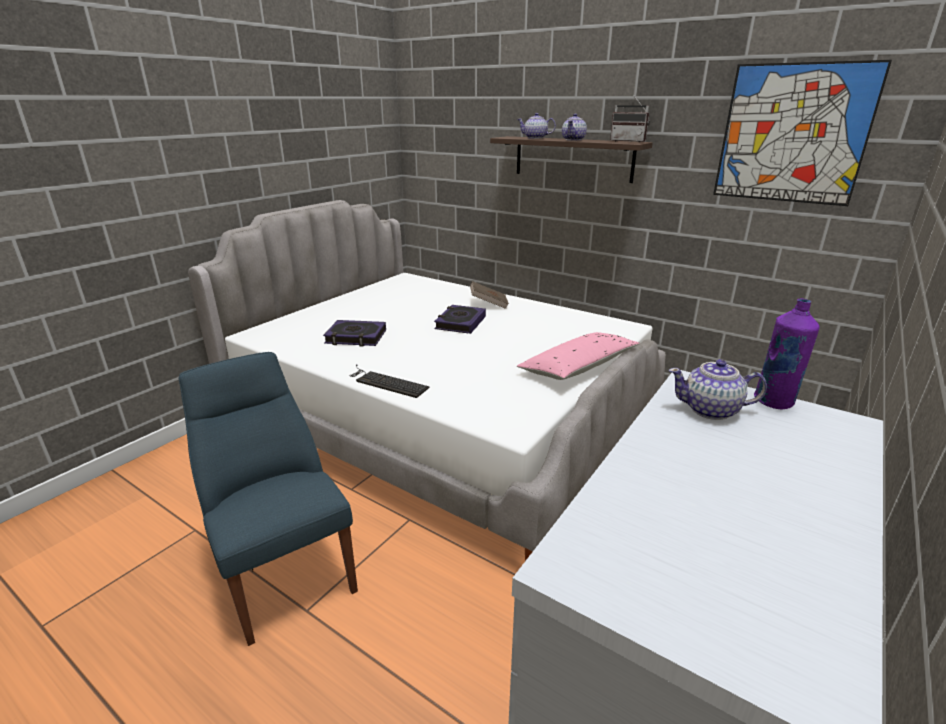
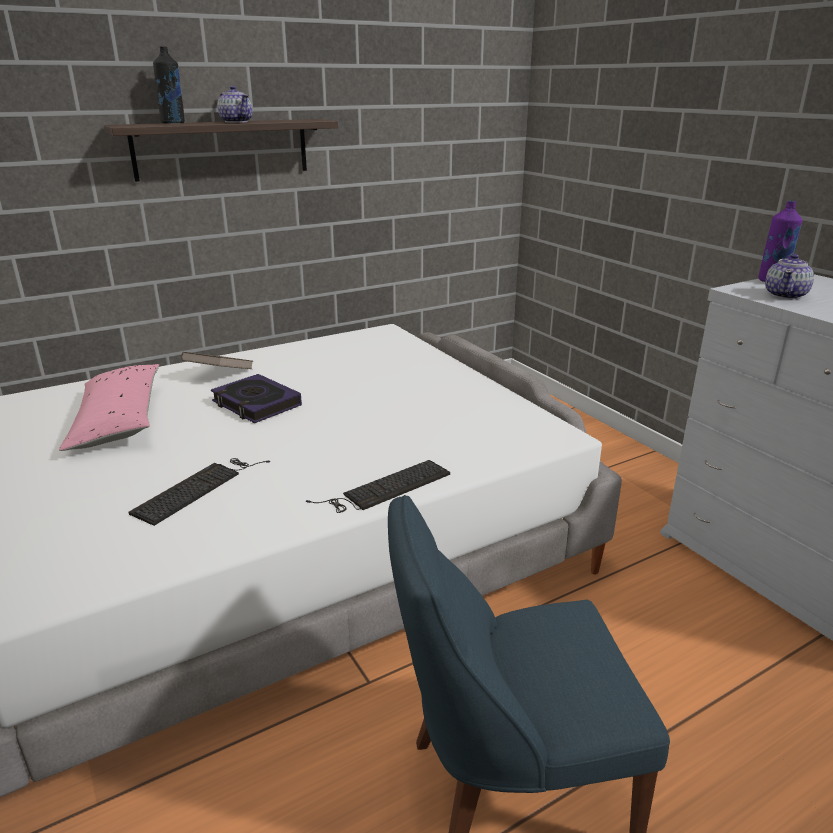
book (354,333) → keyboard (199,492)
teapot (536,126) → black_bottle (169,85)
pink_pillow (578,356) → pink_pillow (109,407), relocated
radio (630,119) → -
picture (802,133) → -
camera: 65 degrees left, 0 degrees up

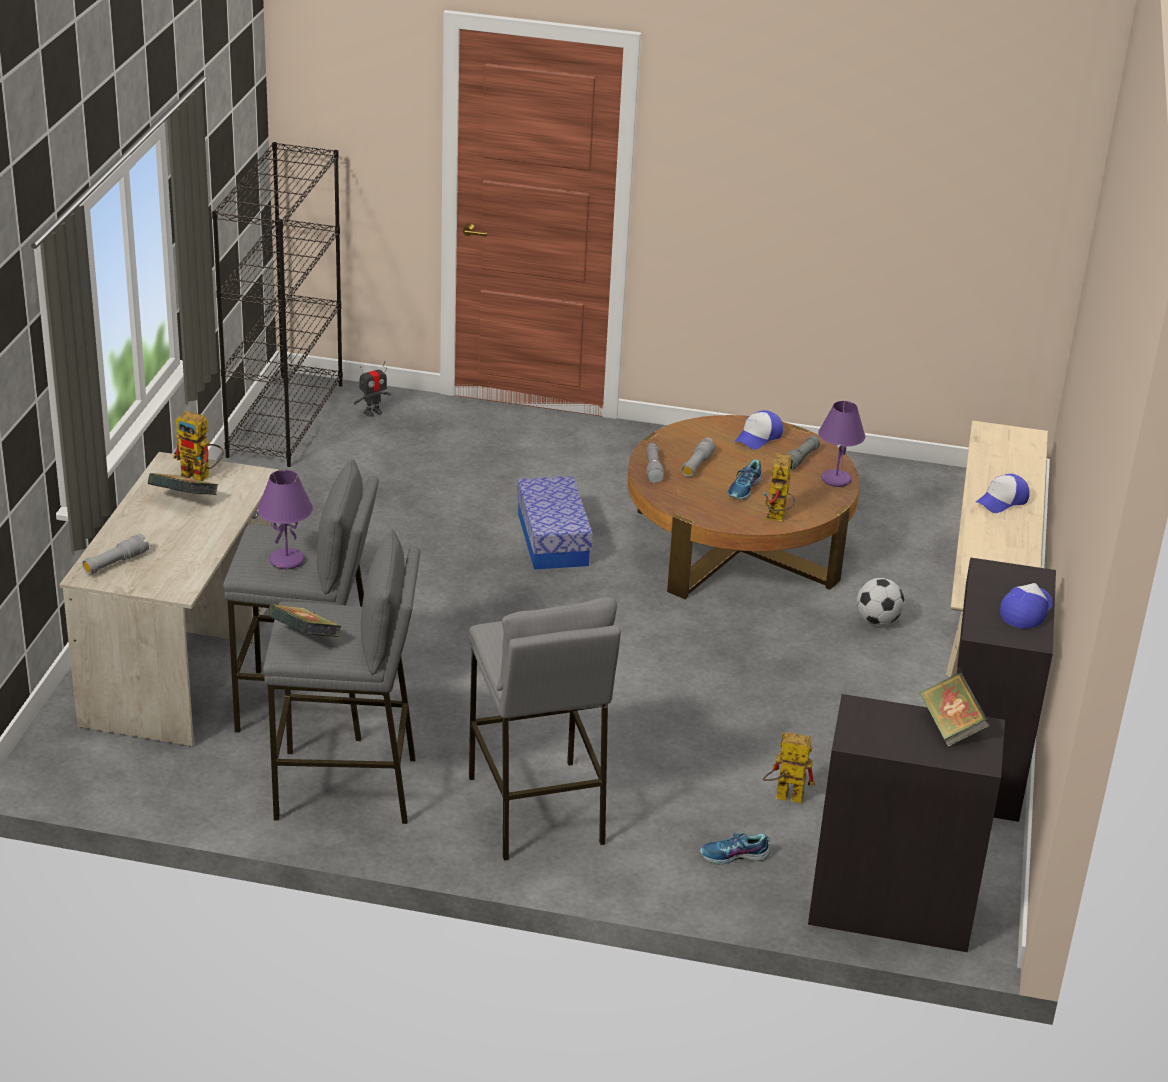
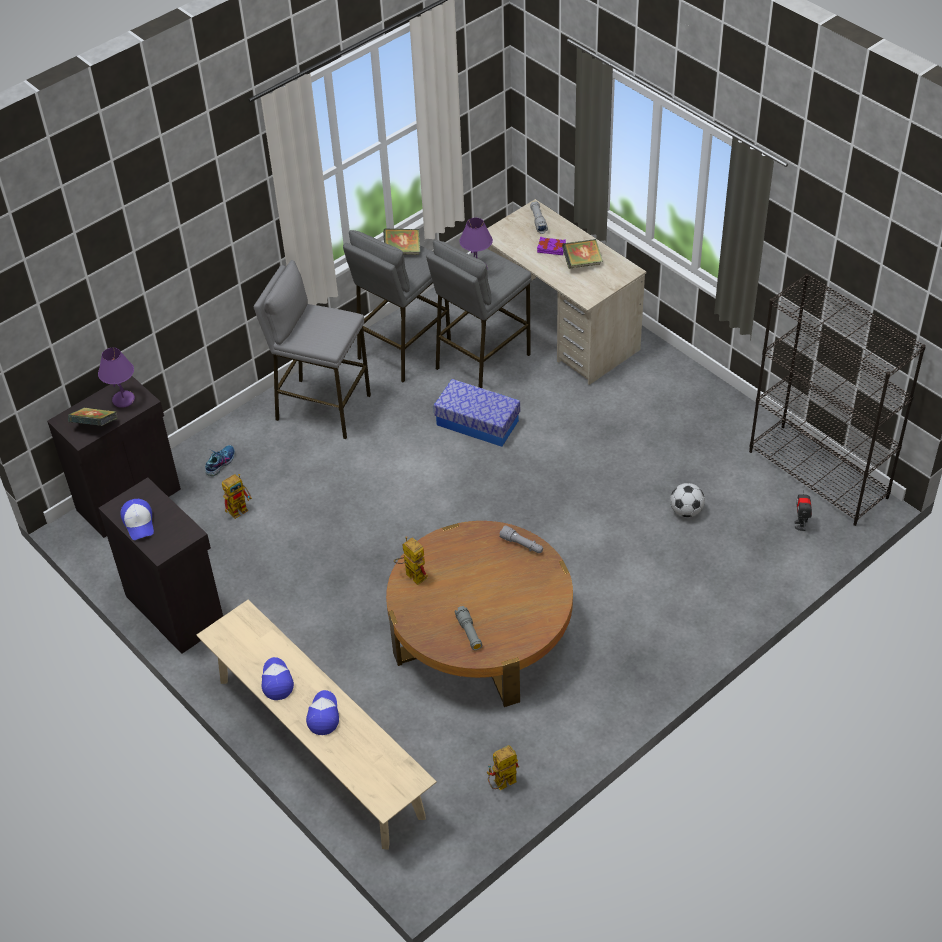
toy_robot (198,446) → toy_robot (503,767), relocated
storage_box (555,523) → storage_box (476,413), relocated
grey_flashlight (698,457) → -
shoe (745,479) → -
cap (759,430) → cap (278,678), relocated
purple_table_lamp (841,444) → purple_table_lamp (116,378), relocated
football (880,601) → football (687,500), relocated
- → purple_book (551,246)
camera: 130 degrees right, 15 degrees up

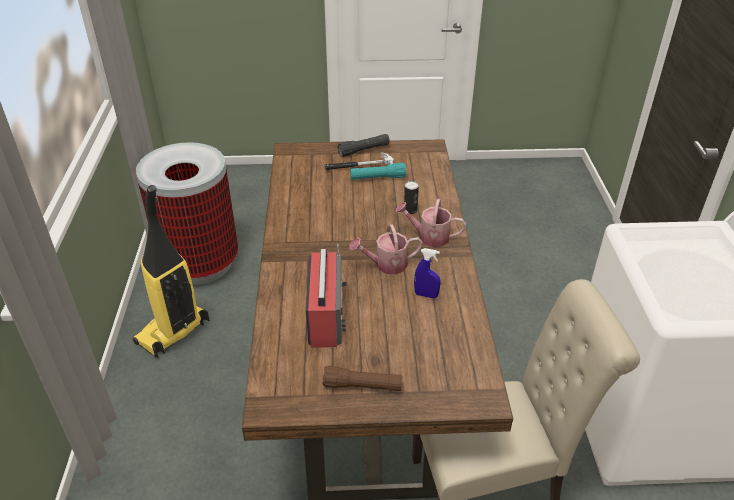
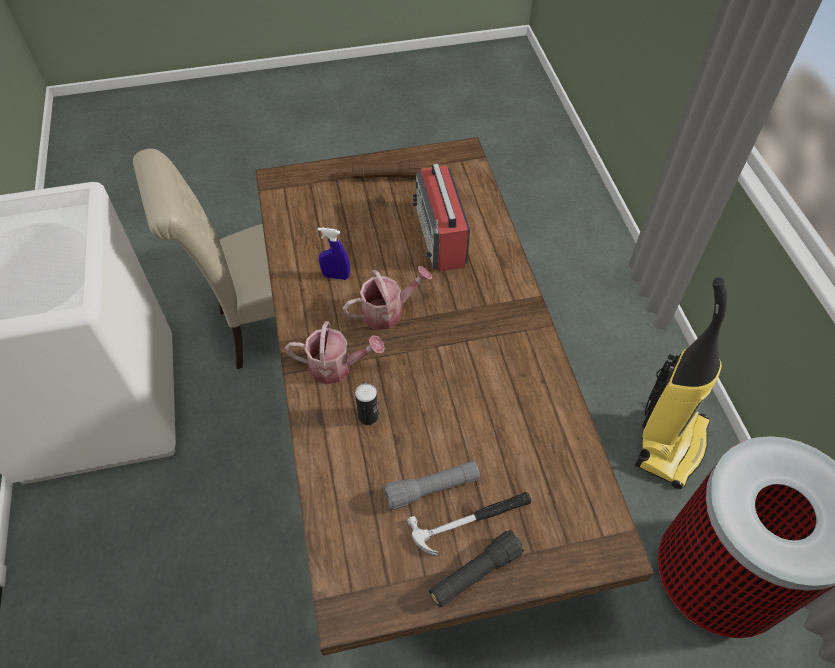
turquoise_flashlight (378,171) → grey_flashlight (431,485)
camera: 170 degrees right, 15 degrees up

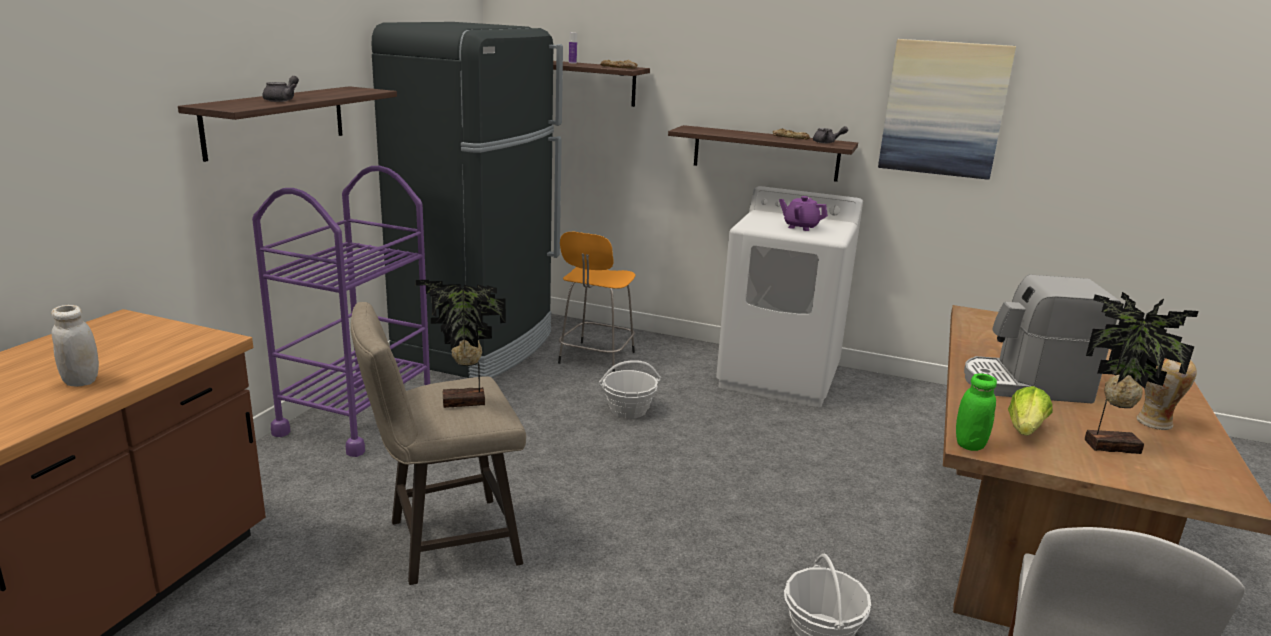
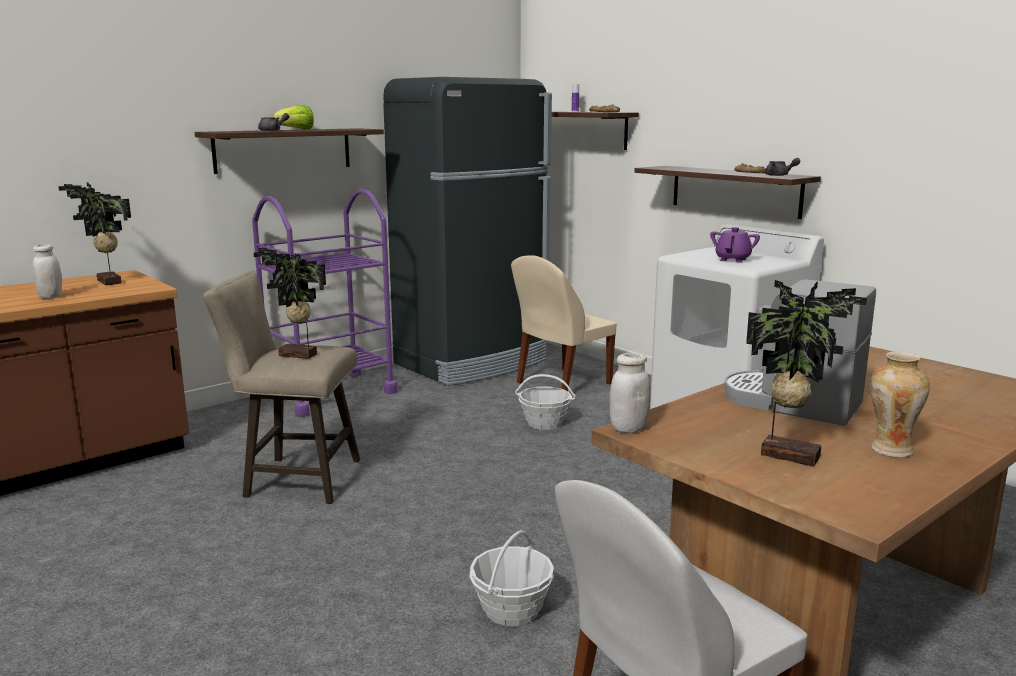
orange_stool (596,302) → beige_chair (563,323)
purple_teapot (803,213) → purple_teapot (735,245), 60 degrees clockwise
picture (947,109) → -
green_jar (976,412) → white_jar (630,393)
lettuce (1030,411) → lettuce (293,117), relocated
- → potted_plant (94,233)
camera: 30 degrees right, 5 degrees down

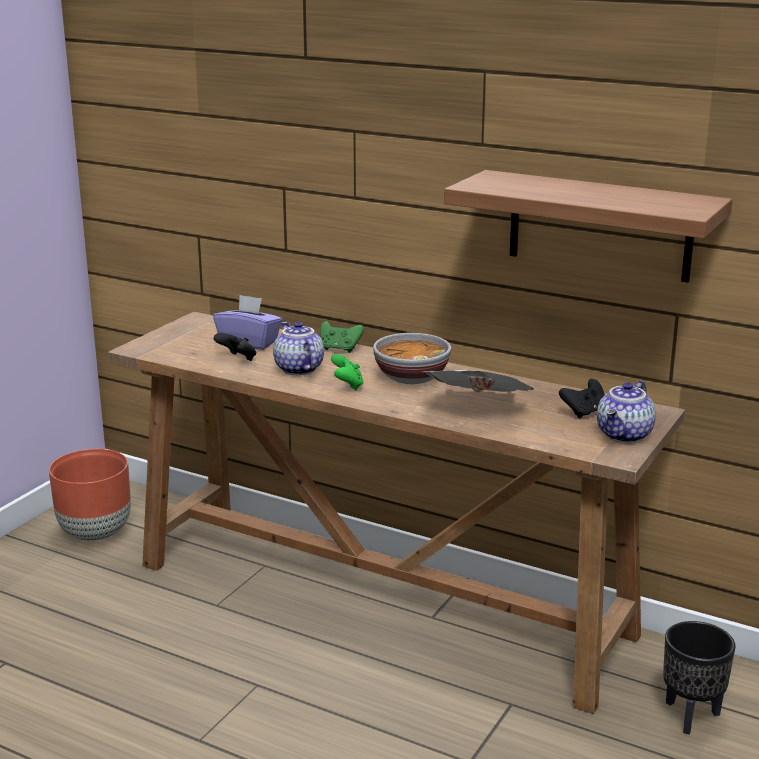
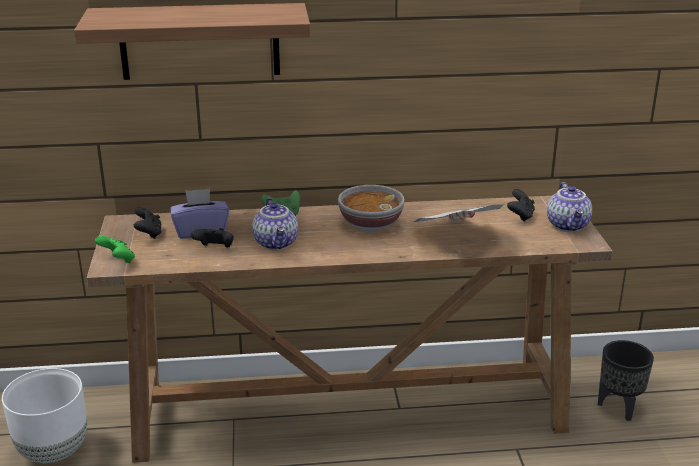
brown_planter (90,495) → white_planter (44,415)
teapot (298,348) → teapot (275,224), 135 degrees counterclockwise
green_game_controller (347,372) → green_game_controller (115,249), relocated
shelf (588,226) → shelf (192,41), relocated
- → black_game_controller (148,223)
camera: 35 degrees left, 5 degrees up

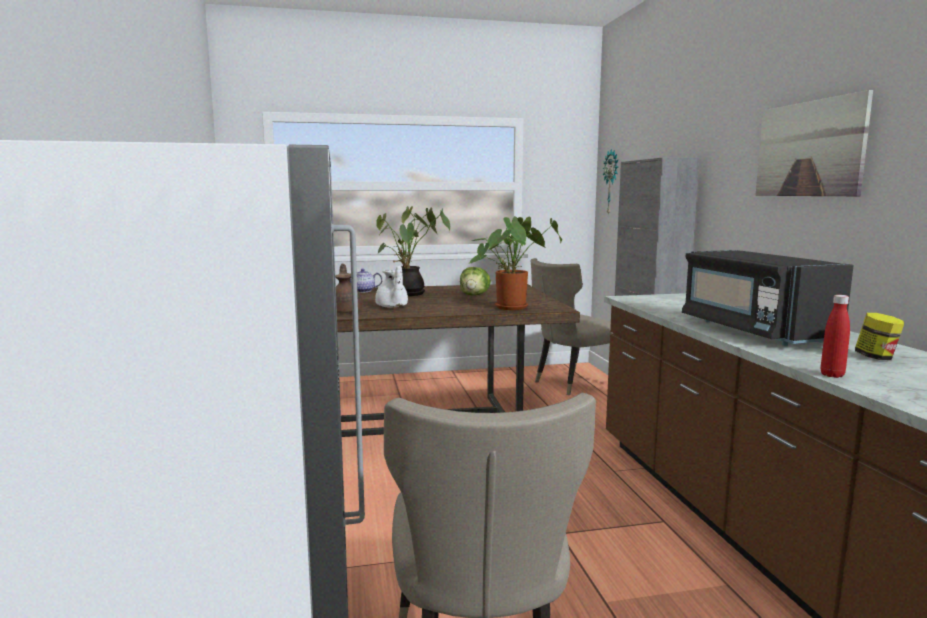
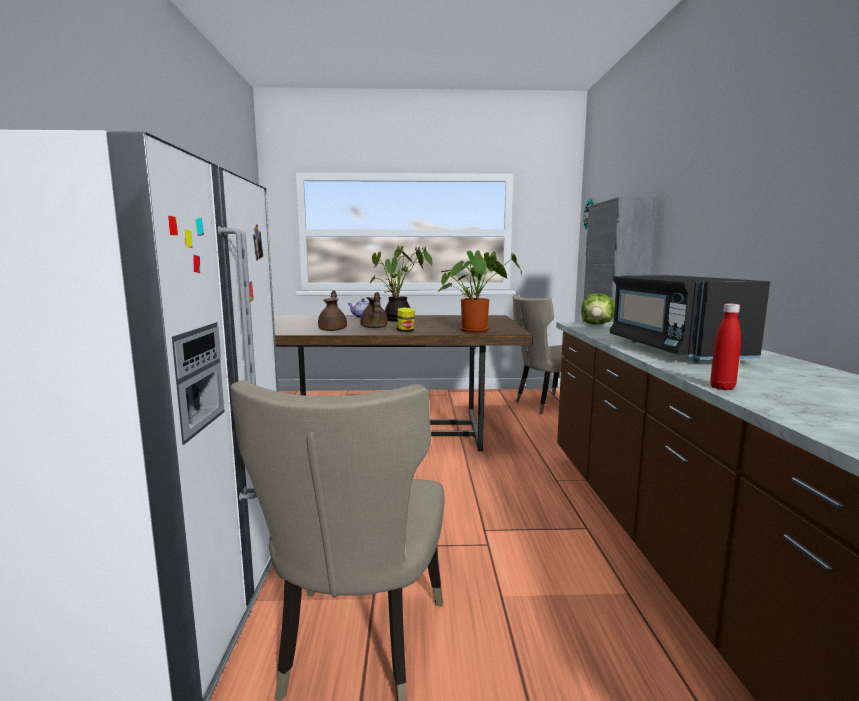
white_teapot (391,286) → brown_teapot (374,310)
lettuce (475,281) → lettuce (598,309), relocated
picture (814,143) → -
jar (879,336) → jar (406,320), relocated
camera: 10 degrees right, 0 degrees up

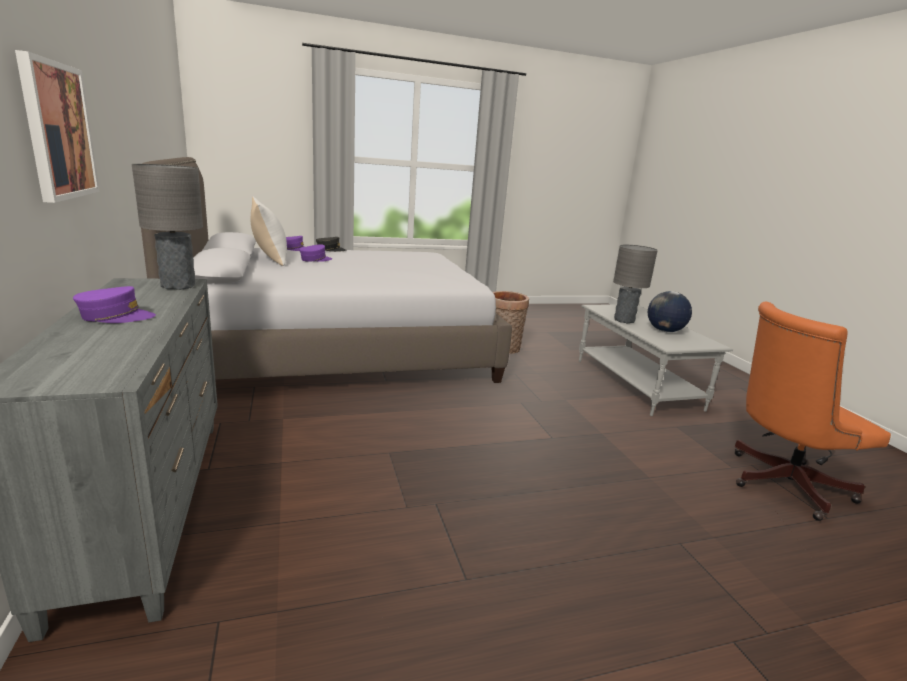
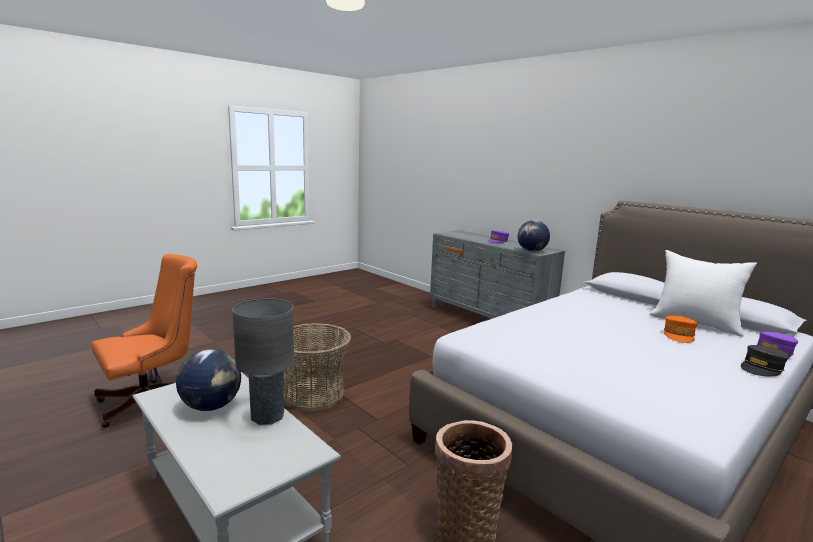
picture (57,126) → -
grey_table_lamp (167,227) → globe (534,236)
purple_cap (315,253) → orange_cap (681,329)
- → basket (317,367)
camera: 155 degrees right, 5 degrees down

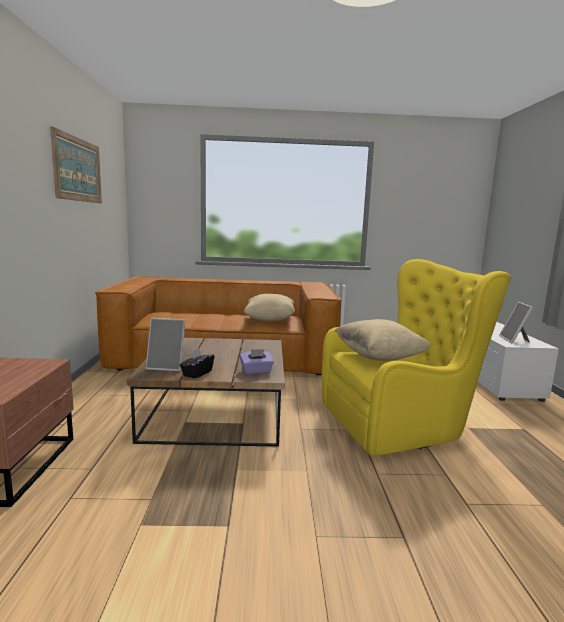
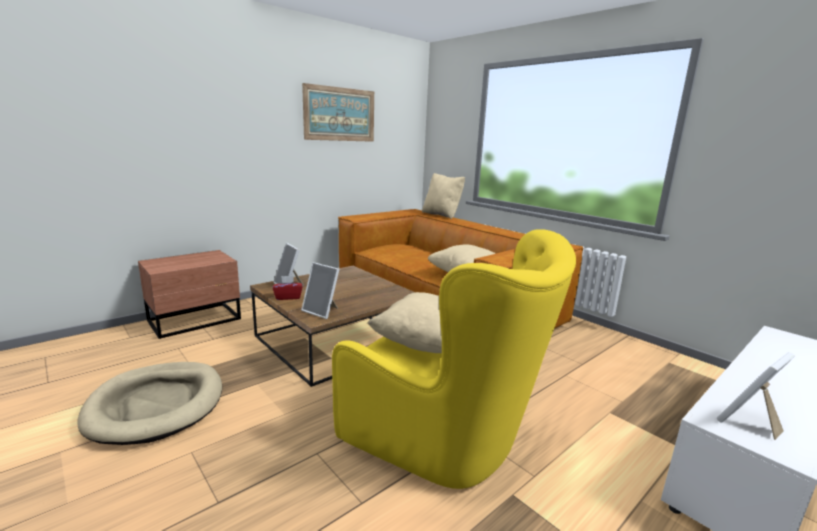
black_tissue_box (197,363) → red_tissue_box (287,288)
purple_tissue_box (257,361) → picture_frame (320,290)
- → beige_dog_bed (149,403)
- → beige_pillow (443,196)
camera: 50 degrees right, 5 degrees up

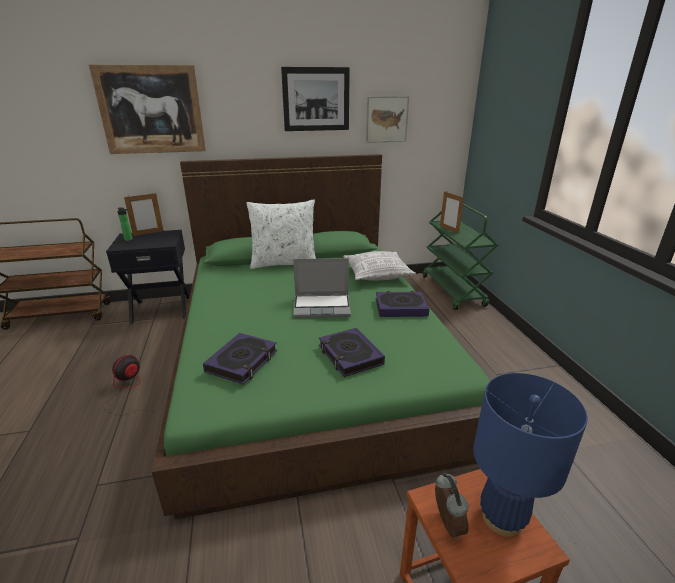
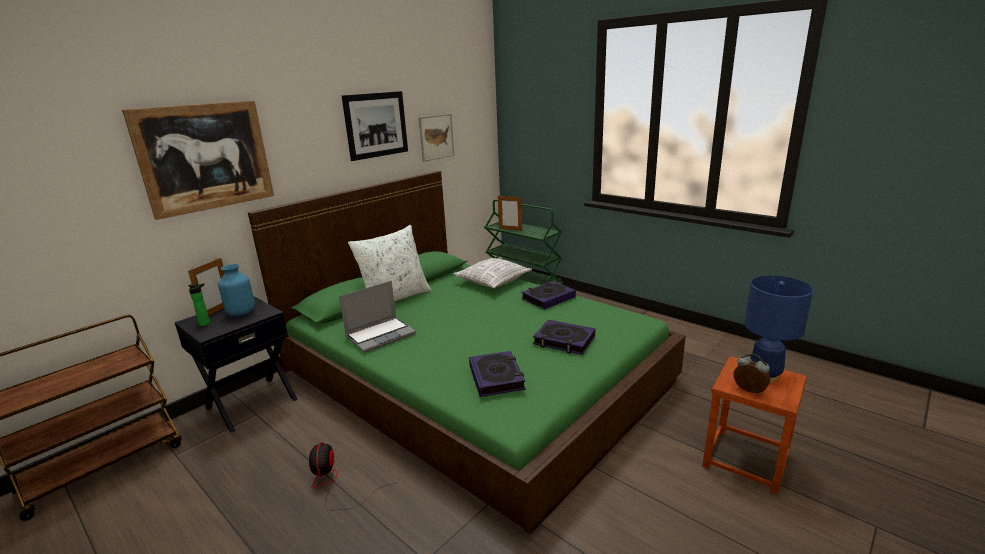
laptop (322,288) → laptop (377,317), relocated
- → blue_vase (236,290)
camera: 35 degrees left, 5 degrees down

